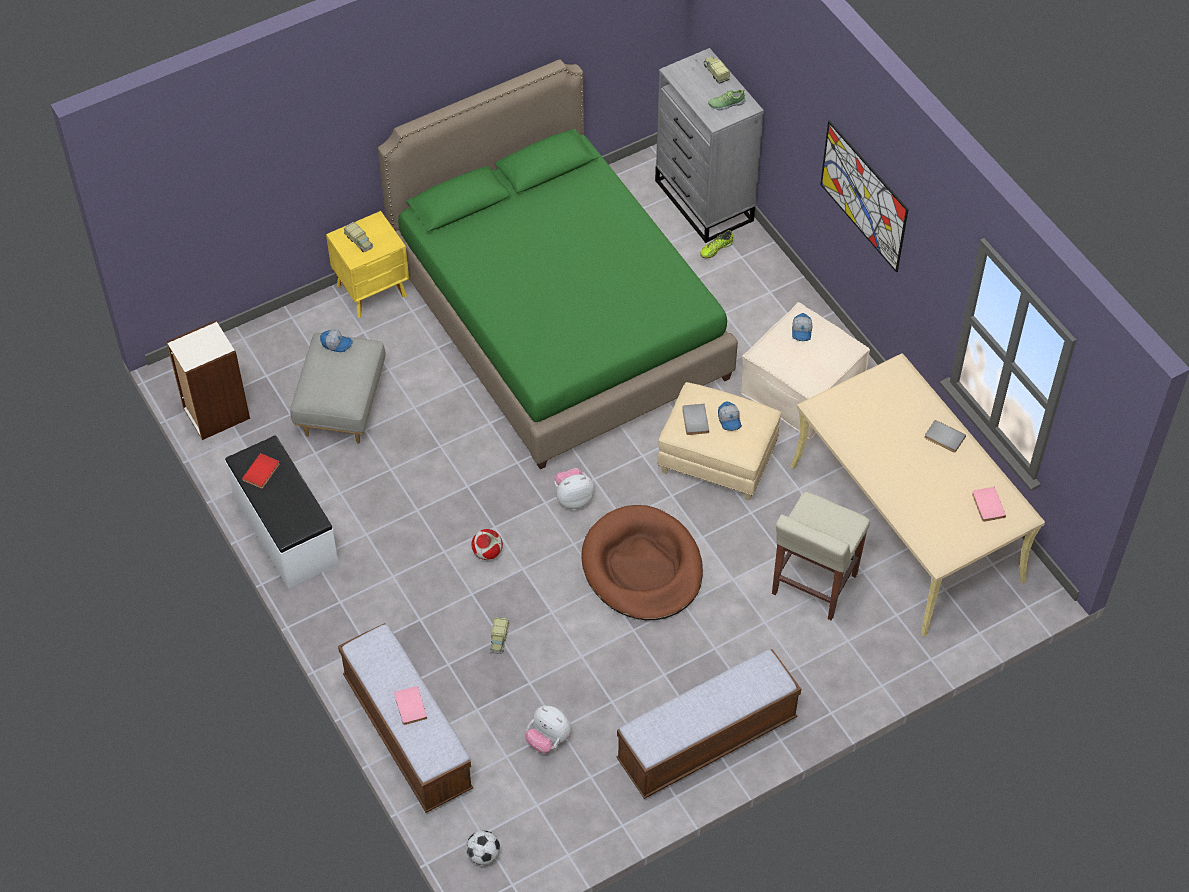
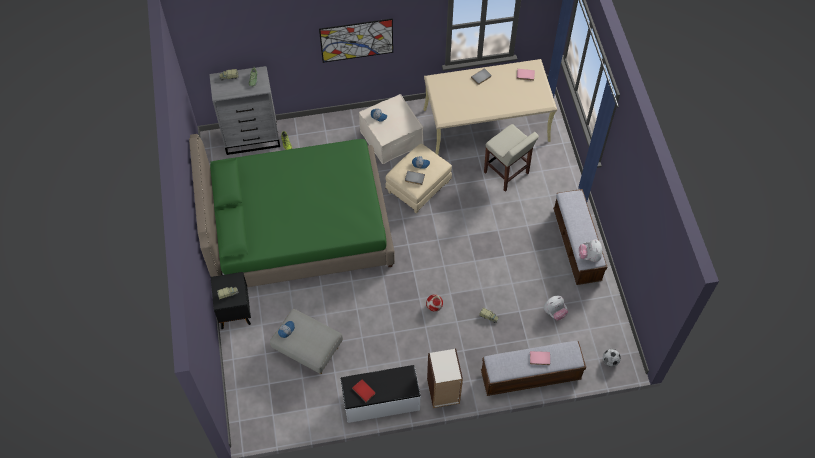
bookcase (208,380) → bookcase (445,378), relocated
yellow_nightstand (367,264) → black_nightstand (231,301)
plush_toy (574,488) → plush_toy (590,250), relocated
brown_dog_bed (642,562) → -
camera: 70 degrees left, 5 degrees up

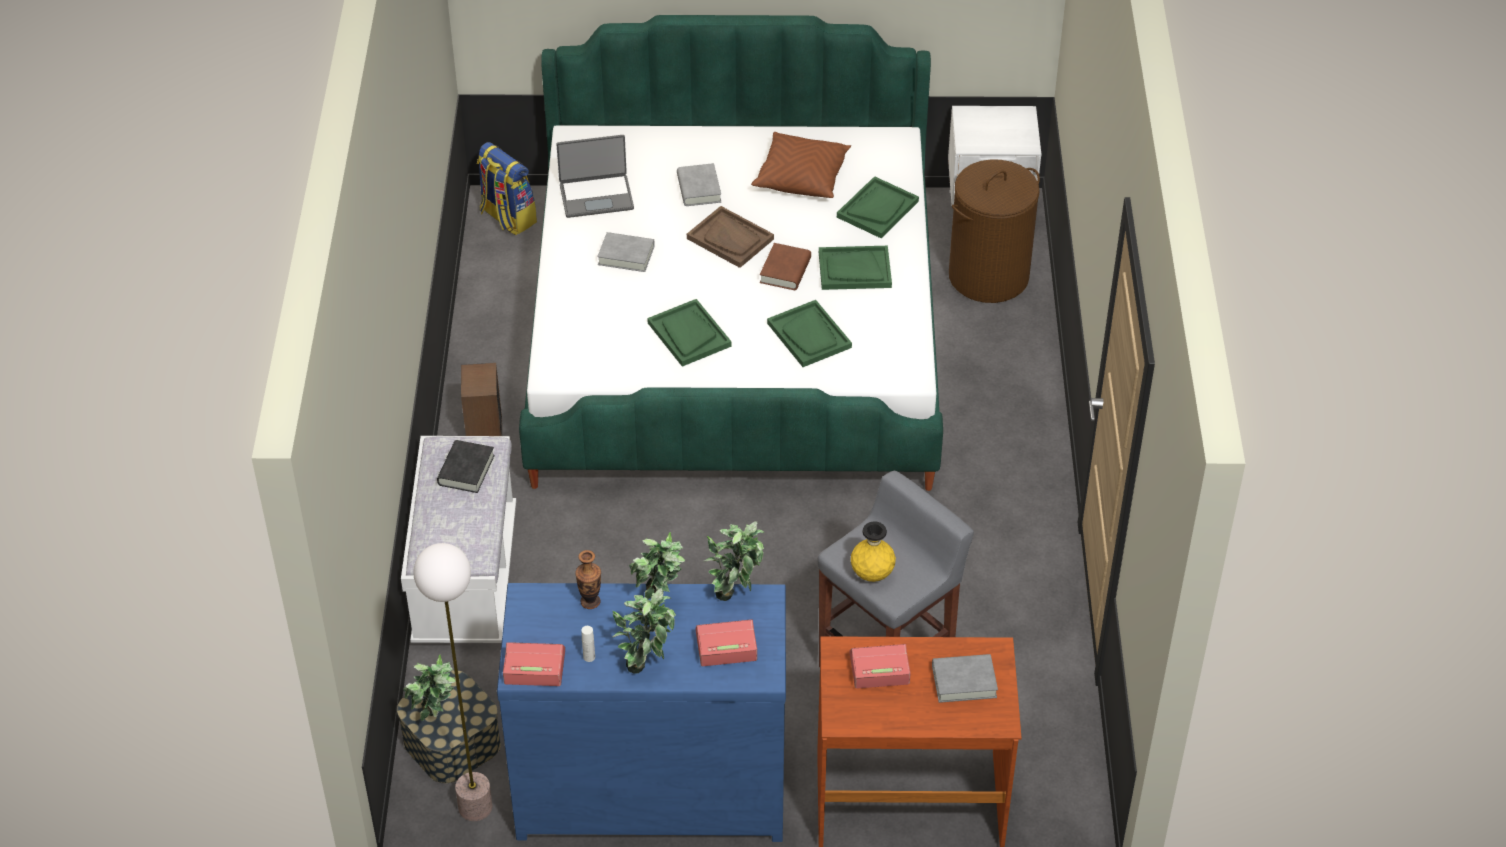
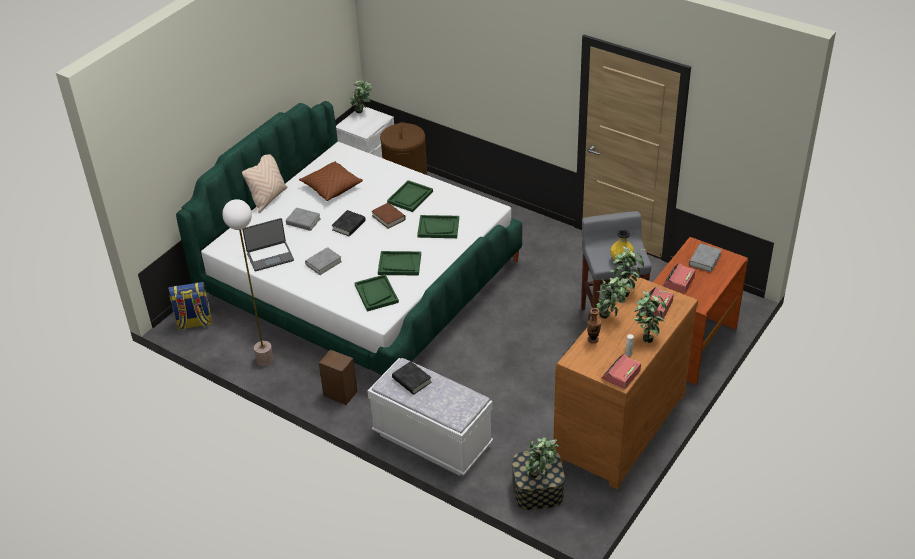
floor_lamp (452,682) → floor_lamp (248,282), relocated
blue_dresser (641,712) → brown_dresser (626,382)
laptop (595,176) → laptop (268,244), 45 degrees clockwise
brown_tray (730,237) → black_book (349,223)
green_tray (878,207) → green_tray (377,292), relocated
- → beige_pillow (264,184)
- → potted_plant (361,96)
camera: 55 degrees left, 5 degrees down

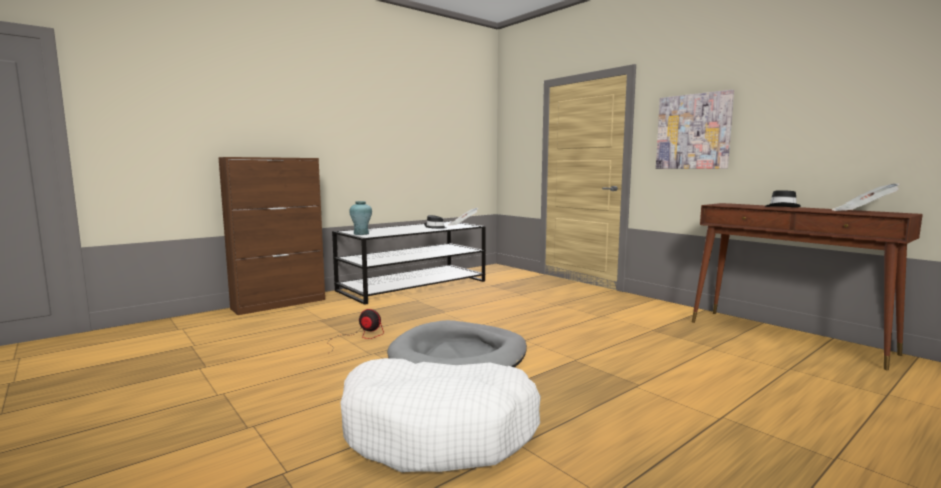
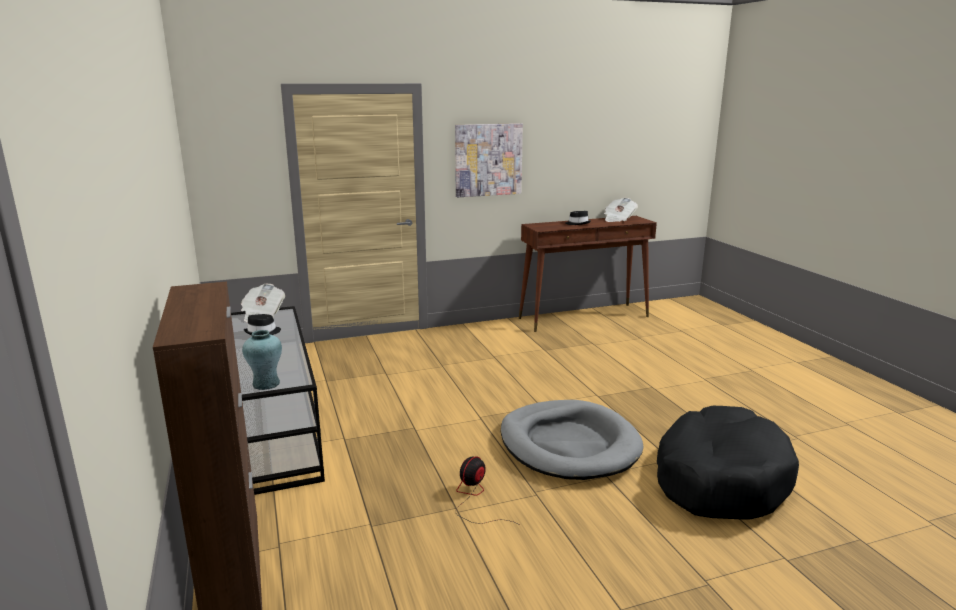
white_dog_bed (440,415) → black_dog_bed (728,463)
camera: 70 degrees left, 10 degrees up

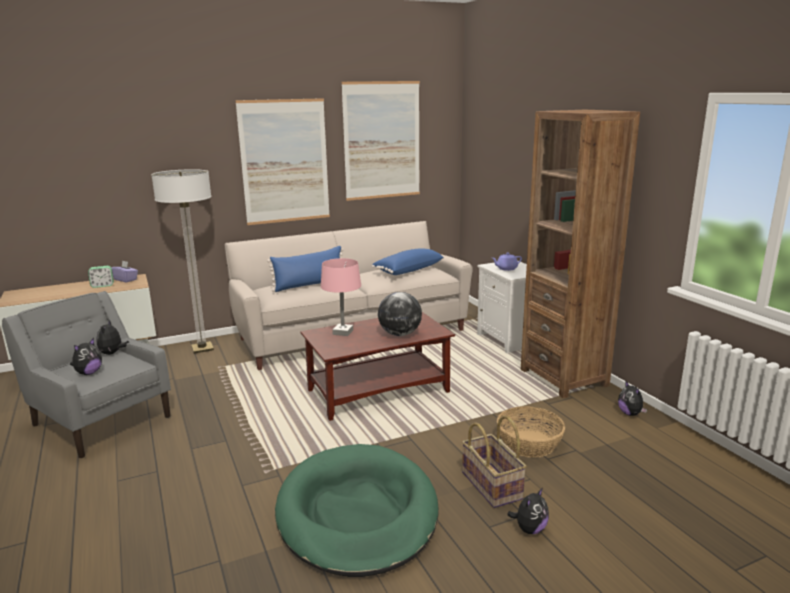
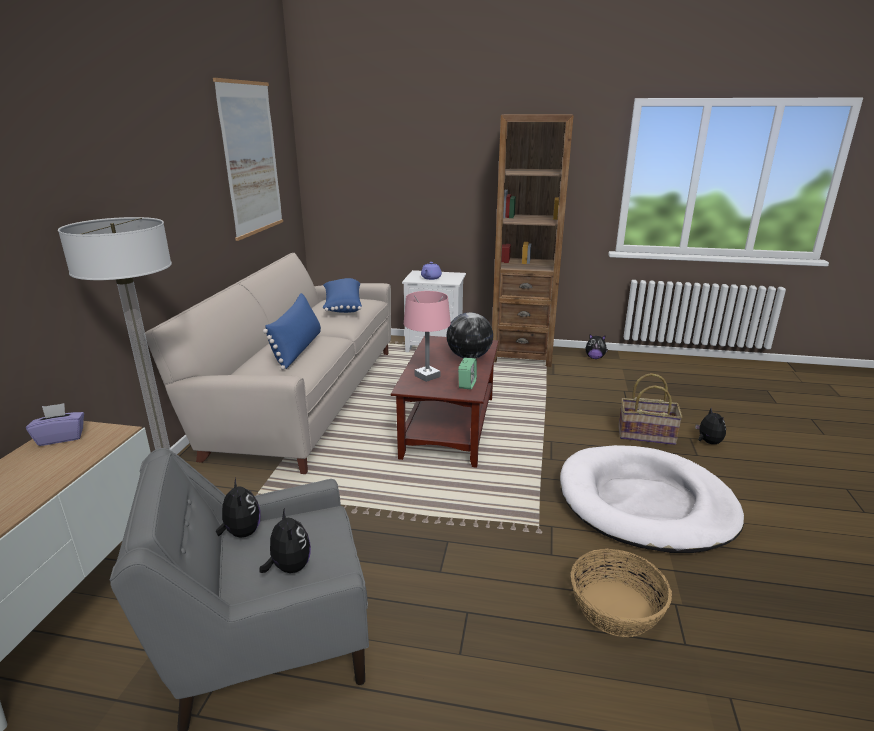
alarm_clock (101,277) → alarm_clock (467,373), relocated
plush_toy (112,337) → plush_toy (238,508), 150 degrees counterclockwise
picture (282,161) → -
green_dog_bed (357,510) → white_dog_bed (652,499)
basket (531,431) → basket (621,593), relocated
camera: 55 degrees left, 5 degrees up

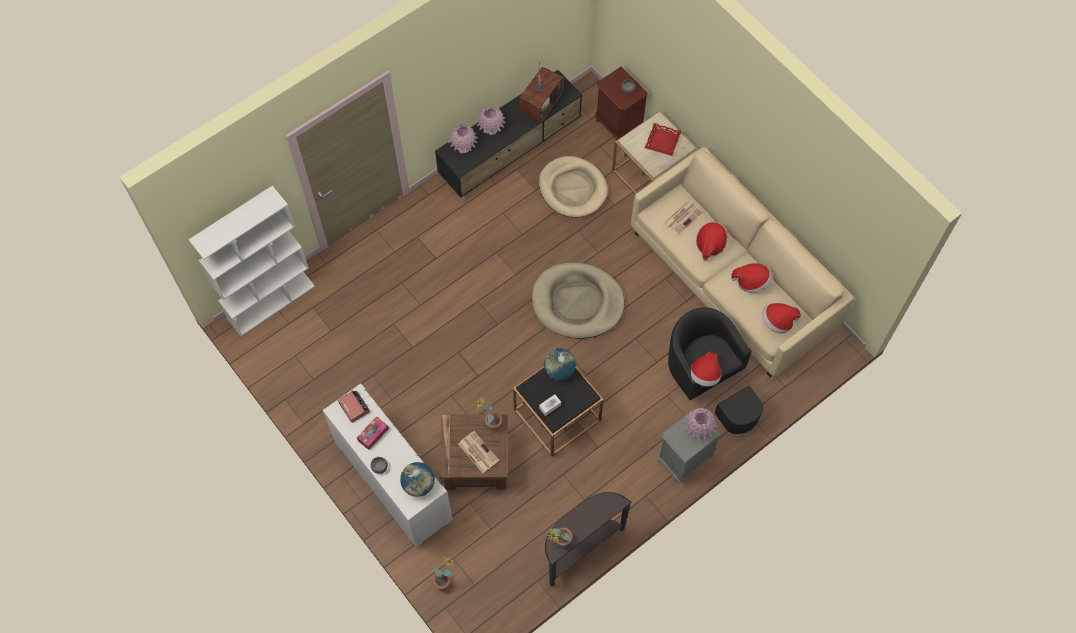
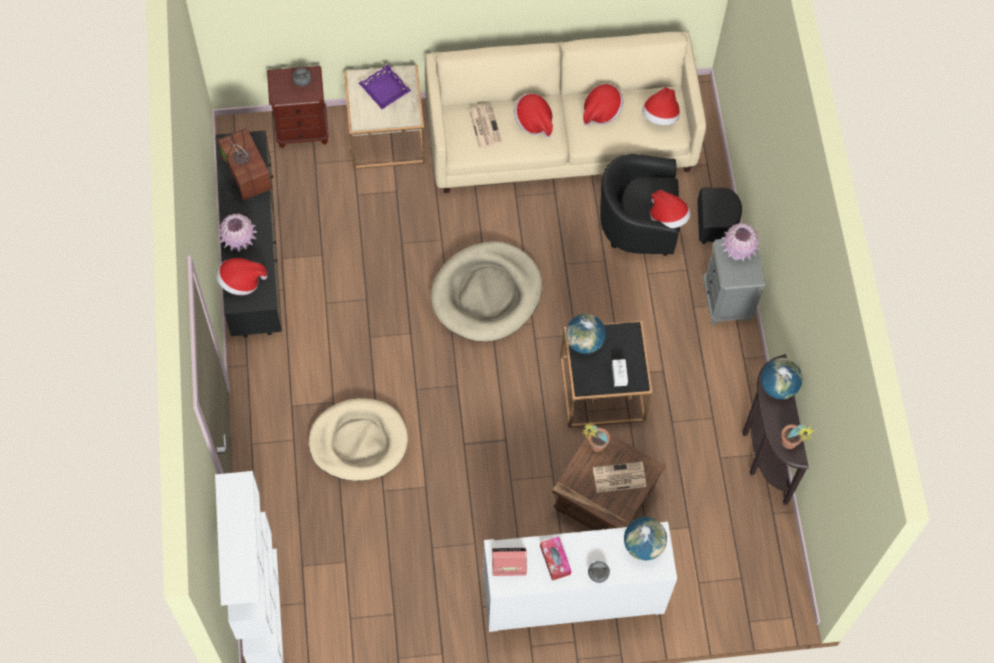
potted_plant (444,573) → -
pink_vase (463,138) → hat (241,276)
beige_dog_bed (573,187) → beige_dog_bed (358,439), relocated
red_tray (663,139) → purple_tray (385,86)
- → globe (782,378)
camera: 60 degrees left, 0 degrees up

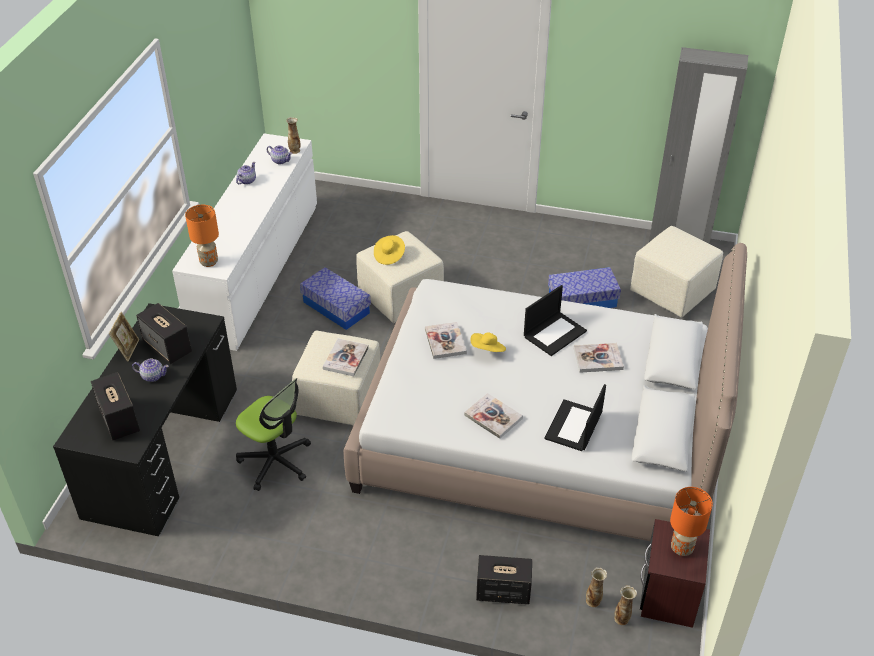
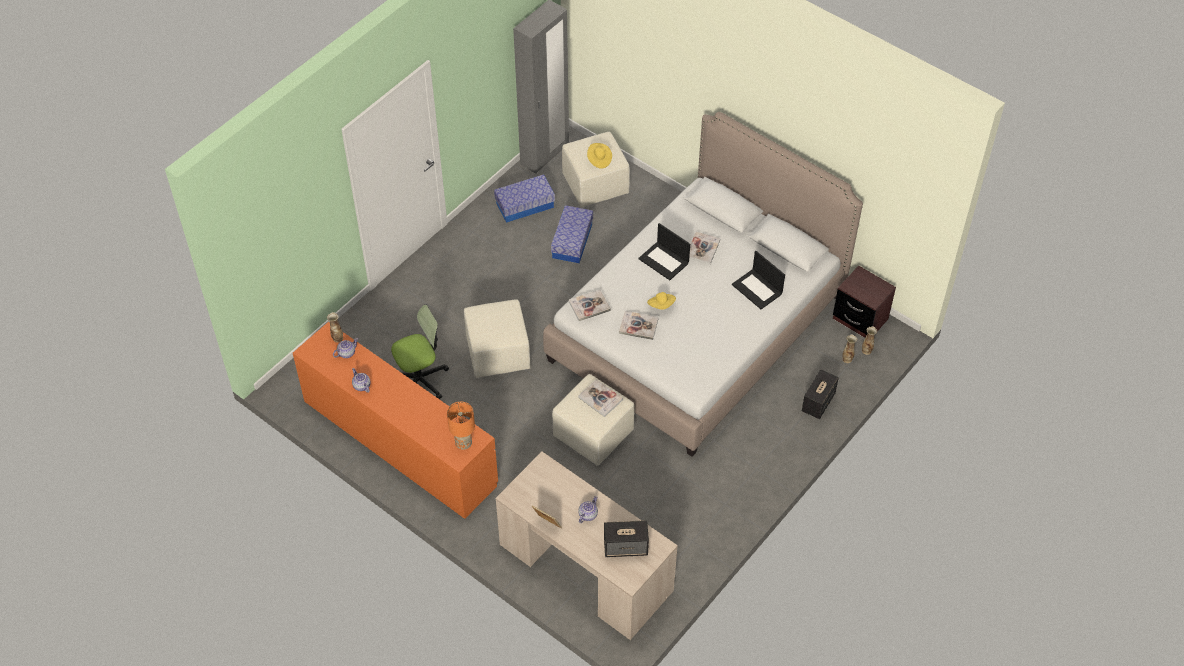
black_desk (145,419) → beige_desk (587,546)
speaker (164,333) → -
white_dresser (244,242) → orange_dresser (395,420)
office_chair (273,434) → office_chair (420,352), relocated
storage_box (335,298) → storage_box (524,198), relocated
yellow_hat (389,250) → yellow_hat (599,156), relocated
book (493,416) → book (590,305), relocated
laptop (555,320) → laptop (664,251), 150 degrees clockwise
orange_table_lamp (691,521) → -
camera: 65 degrees left, 10 degrees up

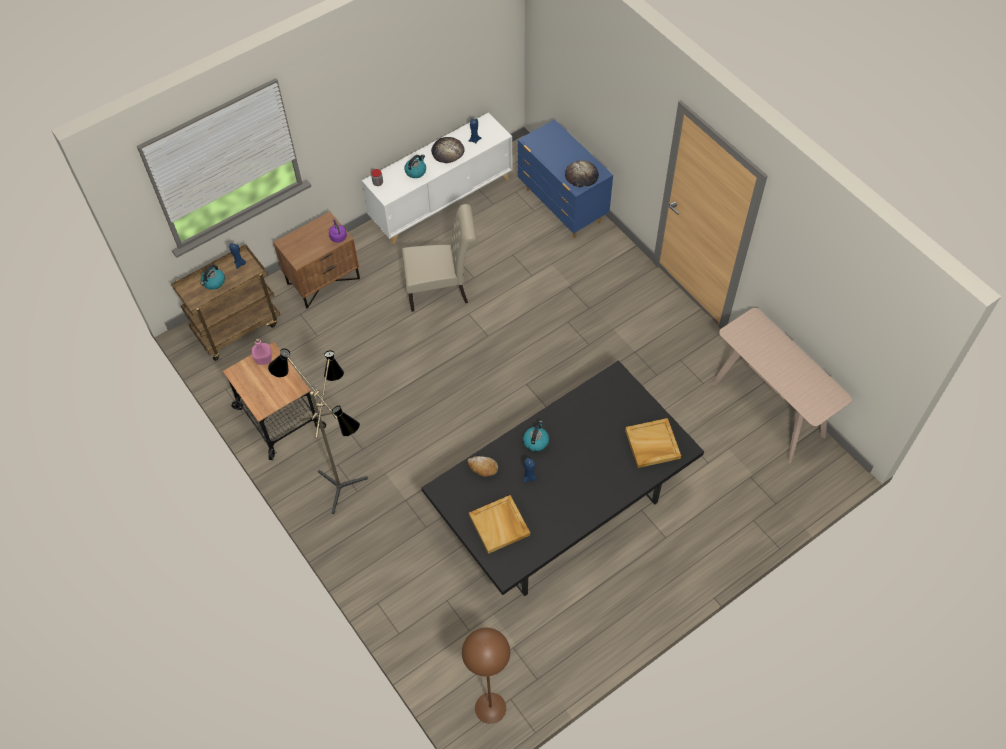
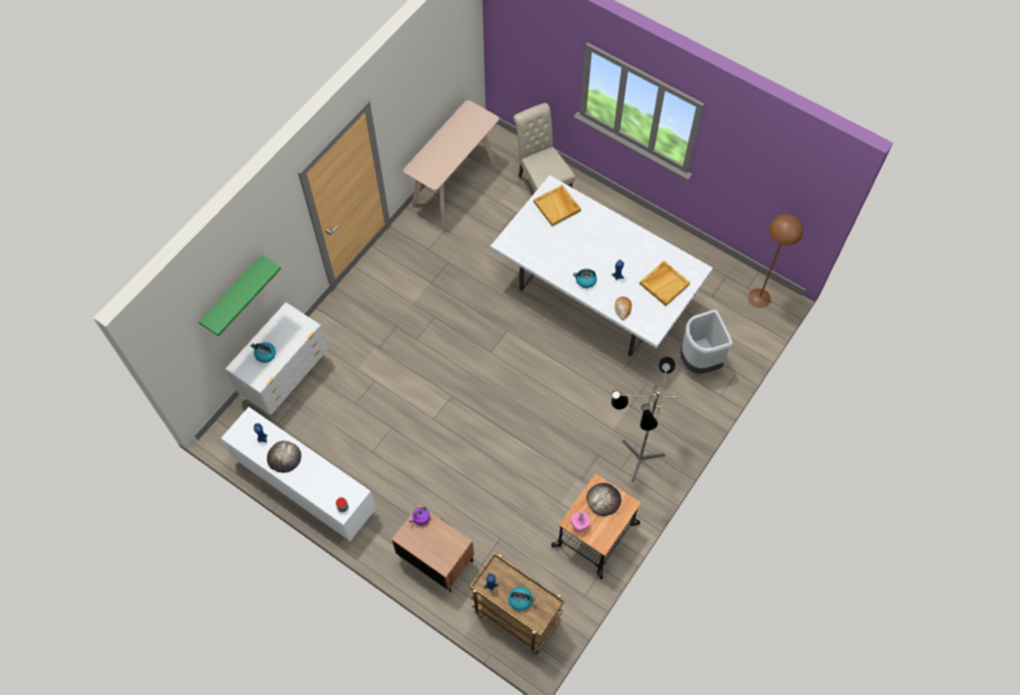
beige_chair (439,258) → beige_chair (544,147), relocated
kettle (415,166) → kettle (263,352), relocated
black_dining_table (563,478) → white_dining_table (601,266)
blue_dresser (565,179) → white_dresser (276,358)
bread (582,173) → bread (603,499), relocated
- → green_shelf (240,295)
- → grey_trash_can (706,342)
camera: 110 degrees left, 5 degrees up

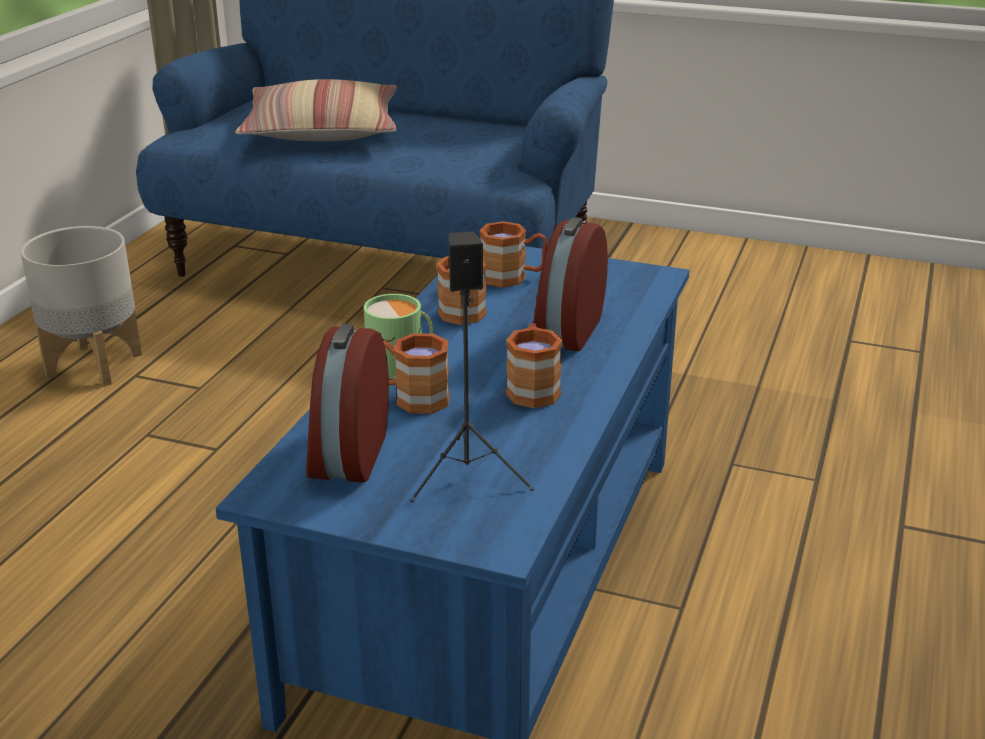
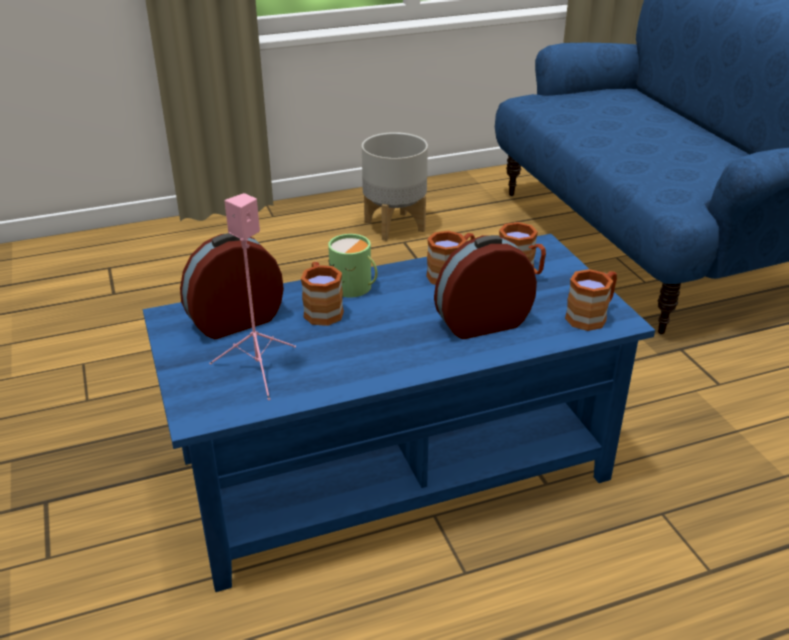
pillow (316,110) → -
black_speaker (472,366) → pink_speaker (253,296)
brown_mug (534,365) → brown_mug (591,300), relocated
camera: 50 degrees right, 5 degrees up

